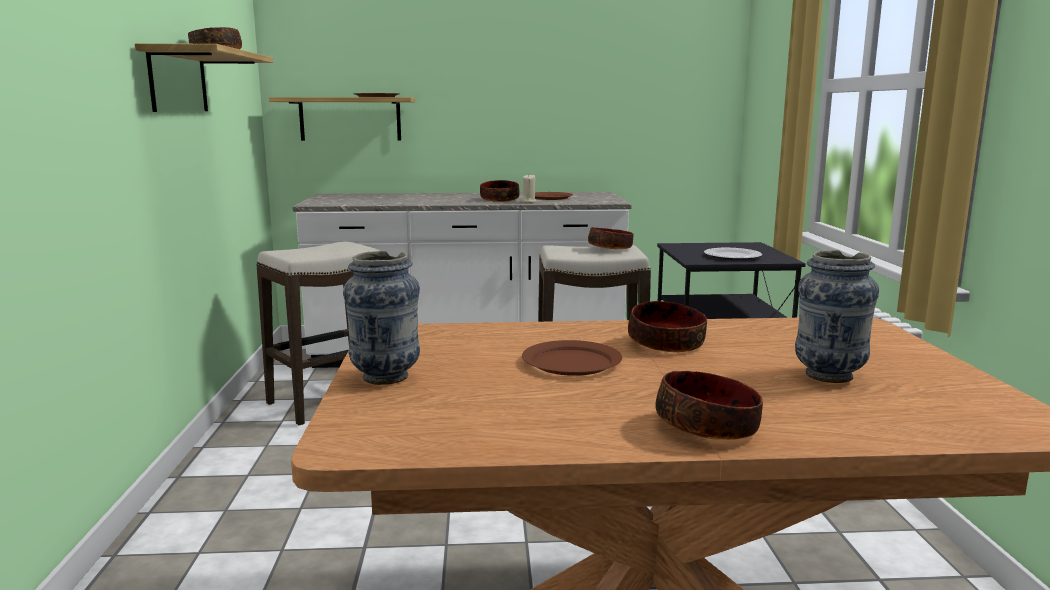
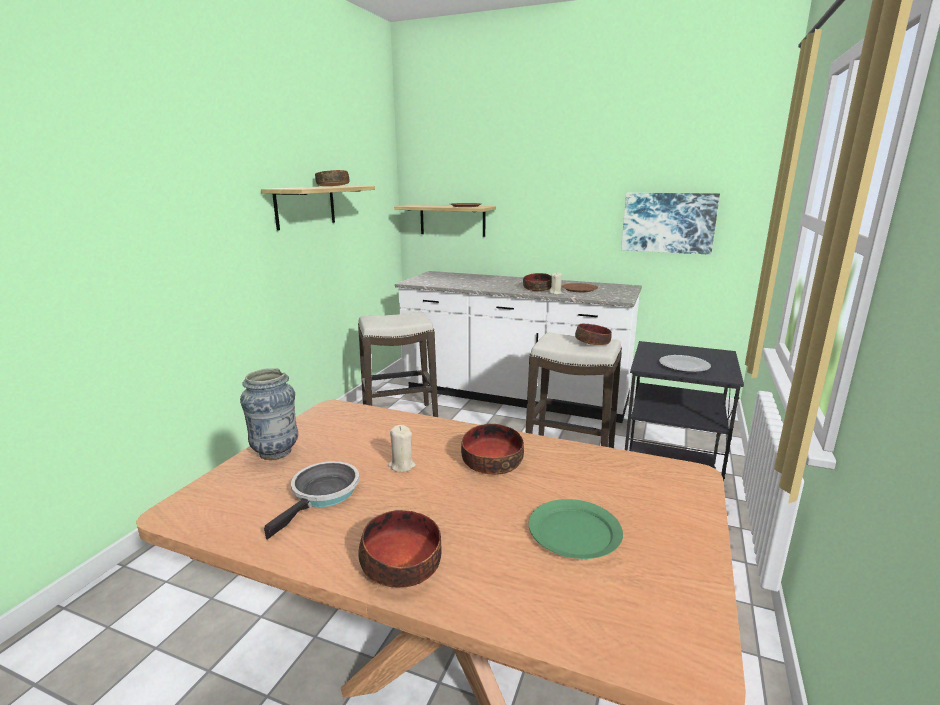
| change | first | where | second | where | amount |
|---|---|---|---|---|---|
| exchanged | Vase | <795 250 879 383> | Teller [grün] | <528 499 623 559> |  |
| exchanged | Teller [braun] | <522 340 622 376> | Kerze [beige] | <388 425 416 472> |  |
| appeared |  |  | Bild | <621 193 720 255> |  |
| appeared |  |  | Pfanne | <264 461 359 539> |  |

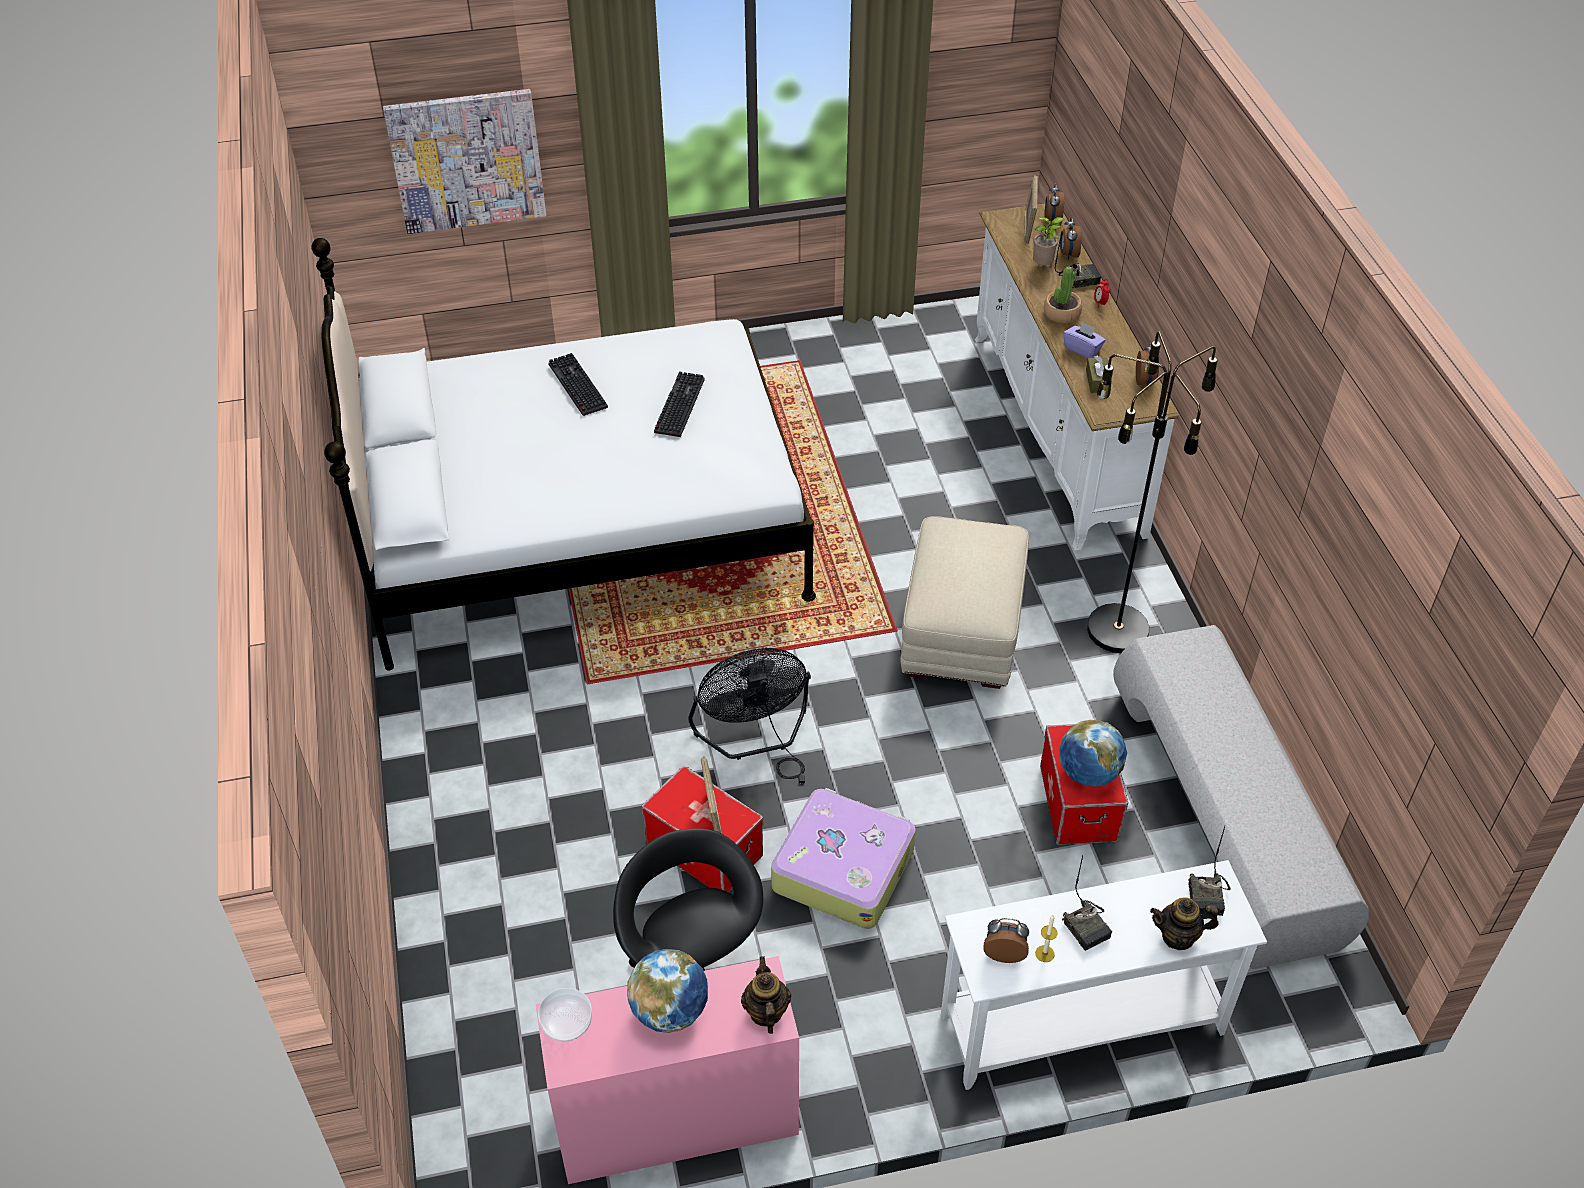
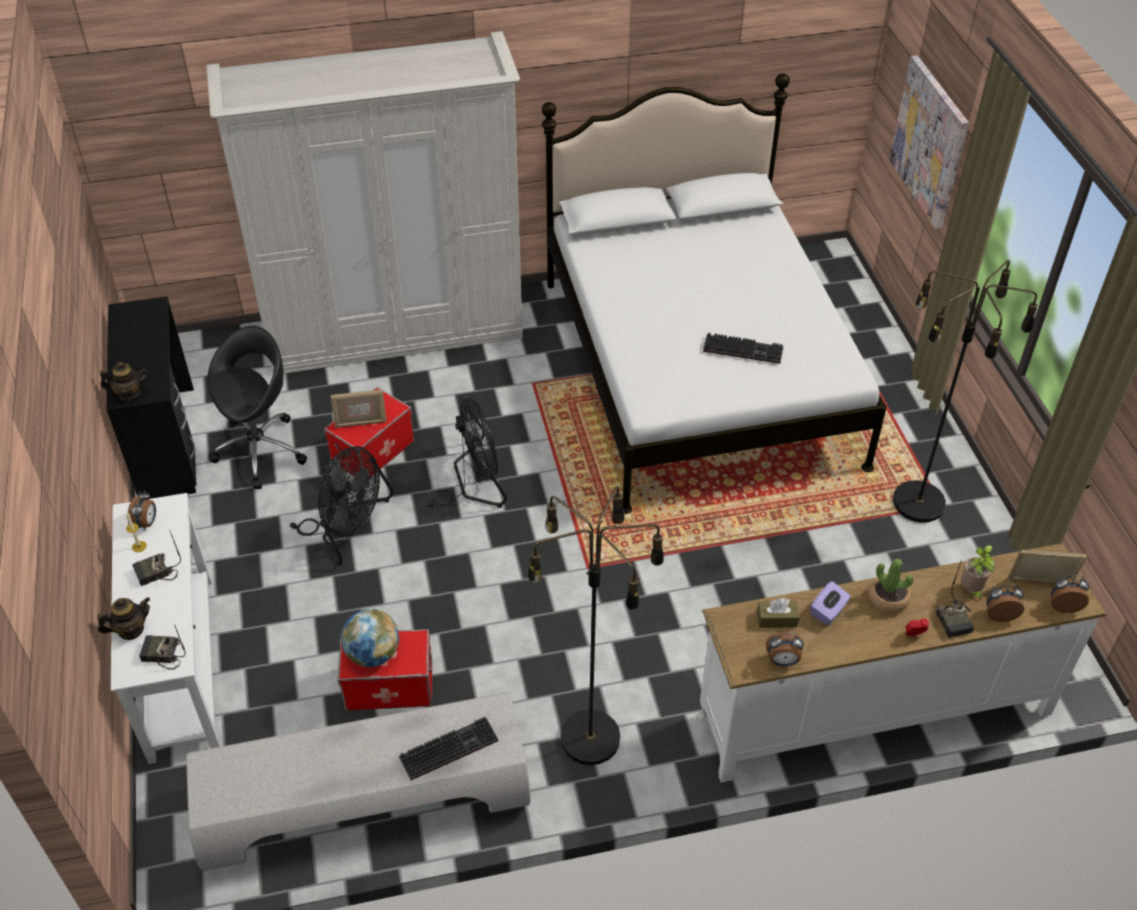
| change | first | where | second | where | amount |
|---|---|---|---|---|---|
| relocated | Tastatur | <548 353 608 416> |  | <399 717 498 780> |  |
| missing | Polsterhocker [beige] | <900 516 1029 689> |  |  |  |
| exchanged | Koffer | <771 788 916 929> | Ventilator [schwarz] | <289 446 393 566> |  |
| spun | Teekanne | <1150 897 1219 950> |  | <97 597 150 640> | 60 degrees clockwise |
| missing | Globus | <627 949 708 1033> |  |  |  |
| colour | Schreibtisch [rosa] | <536 956 799 1184> | Schreibtisch [schwarz] | <107 296 197 499> |  |
| missing | Schüssel | <538 988 592 1041> |  |  |  |
| appeared |  |  | Kleiderschrank [weiß] | <207 31 523 374> |  |
| appeared |  |  | Stehlampe | <893 260 1038 523> |  |

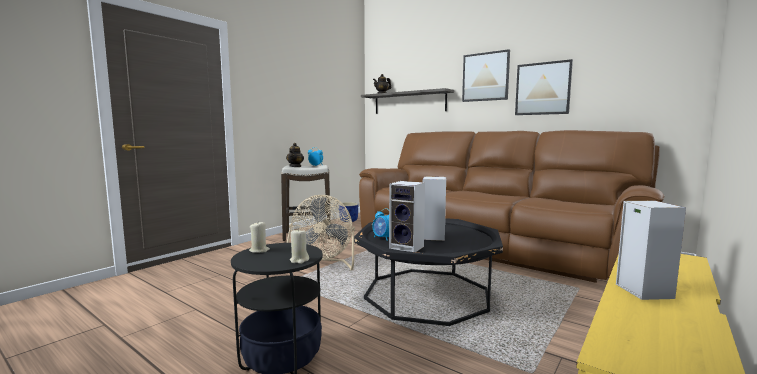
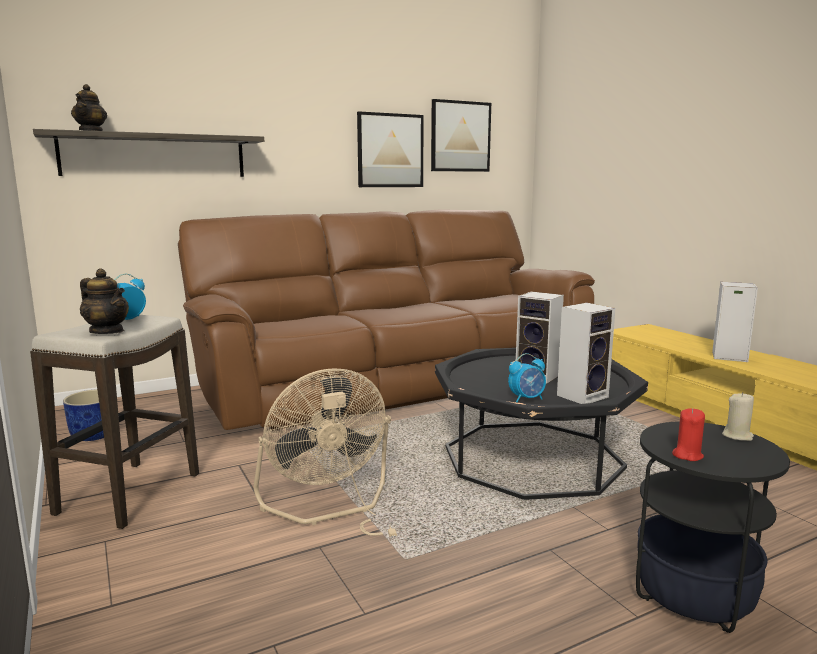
| change | first | where | second | where | amount |
|---|---|---|---|---|---|
| relocated | Bild | <462 49 510 102> |  | <431 99 491 172> |  |
| spun | Ventilator [beige] | <287 195 355 271> |  | <254 369 397 538> | 150 degrees counterclockwise |
| colour | Kerze [beige] | <249 222 270 253> | Kerze [rot] | <672 408 705 461> |  |

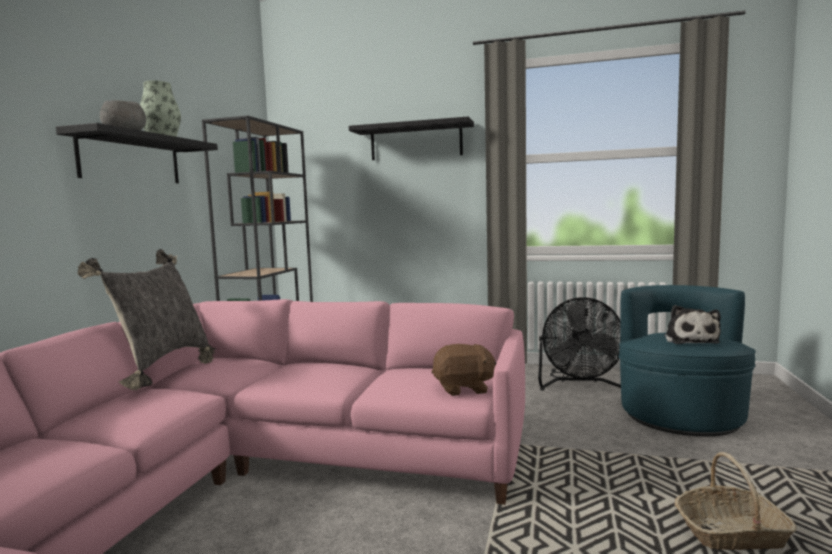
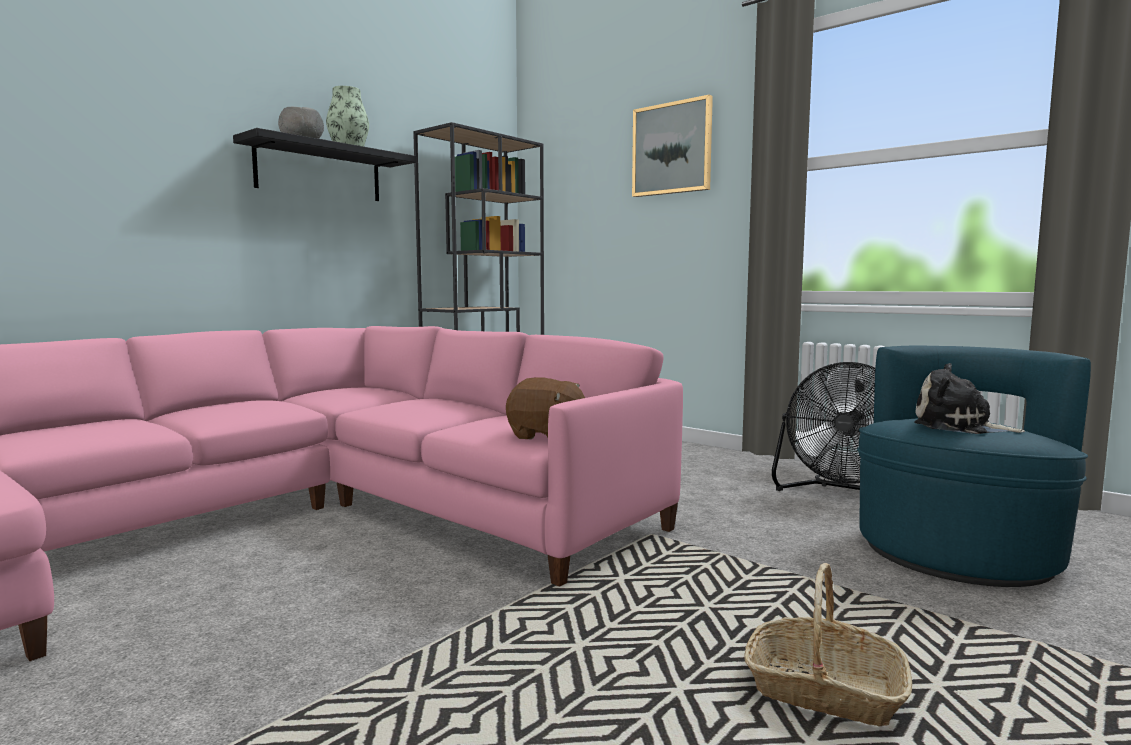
| change | first | where | second | where | amount |
|---|---|---|---|---|---|
| exchanged | Wandregal [schwarz] | <349 117 474 160> | Bild | <632 95 713 197> |  |
| missing | Kissen | <77 249 217 391> |  |  |  |
| spun | Plüschtier | <664 305 721 344> |  | <915 363 1025 434> | 90 degrees clockwise |

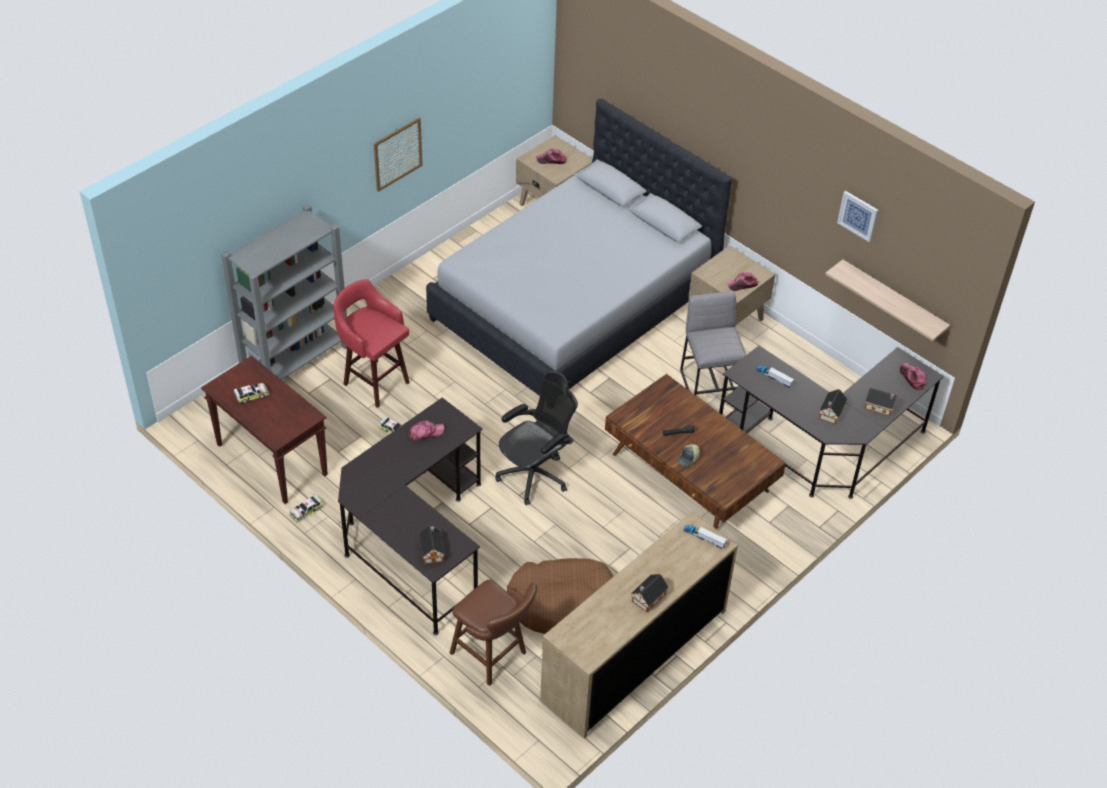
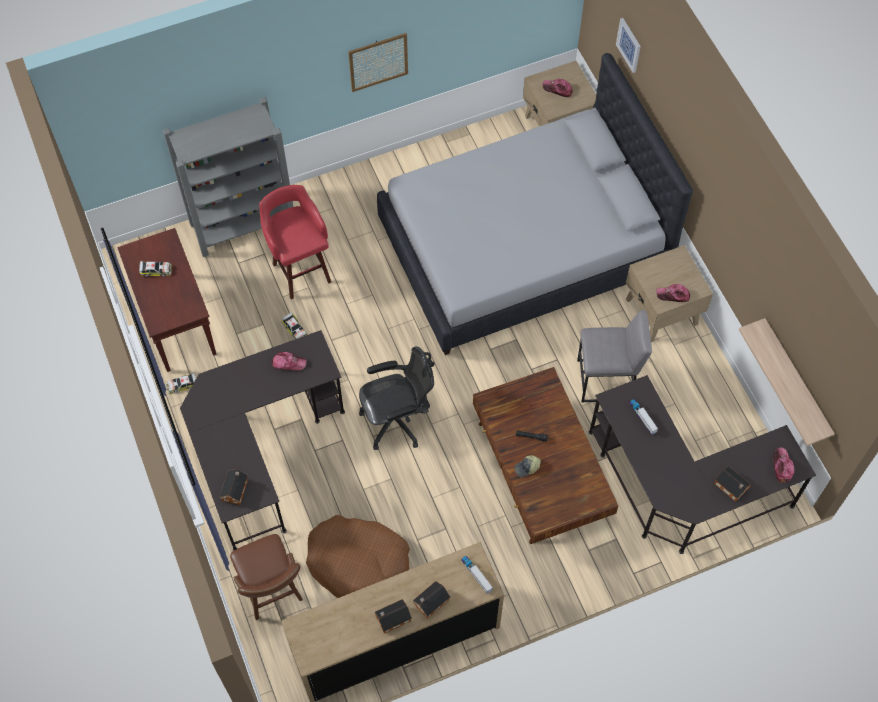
| change | first | where | second | where | amount |
|---|---|---|---|---|---|
| relocated | Bild | <837 191 878 242> |  | <616 18 641 73> |  |
| spun | Stuhl [grau] | <680 291 746 395> |  | <577 310 652 402> | 75 degrees clockwise |
| relocated | Spielzeughaus | <819 389 847 425> |  | <413 581 450 619> |  |

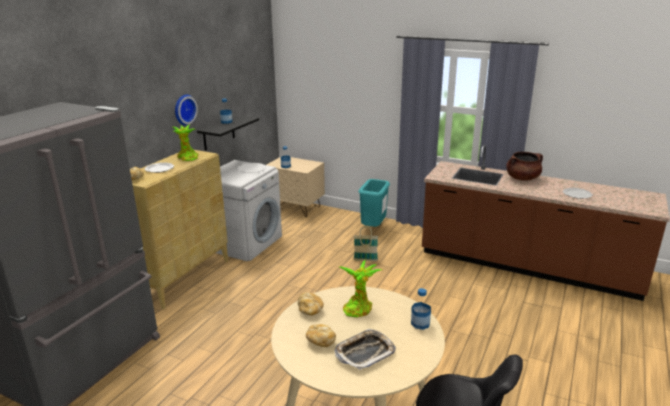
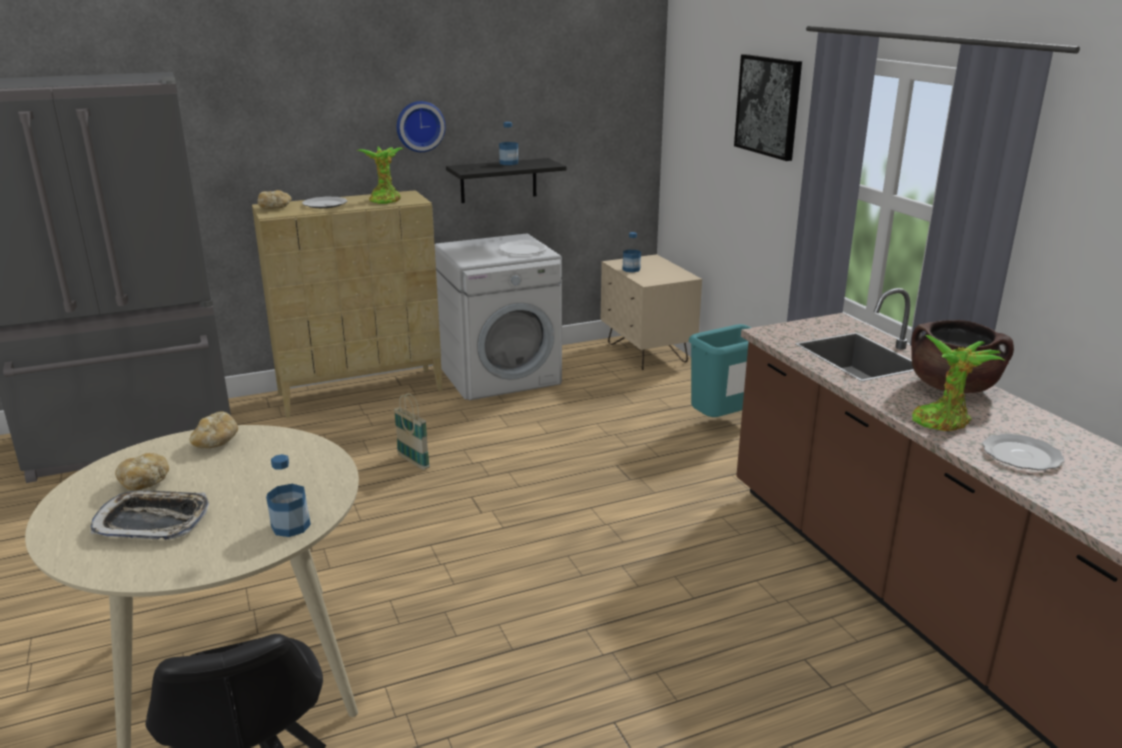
| change | first | where | second | where | amount |
|---|---|---|---|---|---|
| relocated | Korb | <354 226 378 261> |  | <394 393 430 470> |  |
| relocated | Topfpflanze | <340 260 382 317> |  | <912 335 1005 431> |  |
| appeared |  |  | Bild | <734 54 802 161> |  |

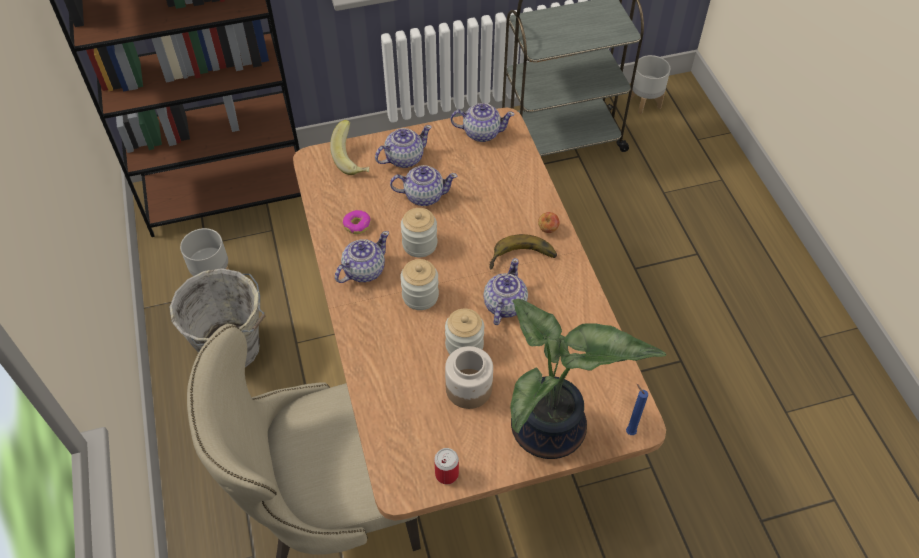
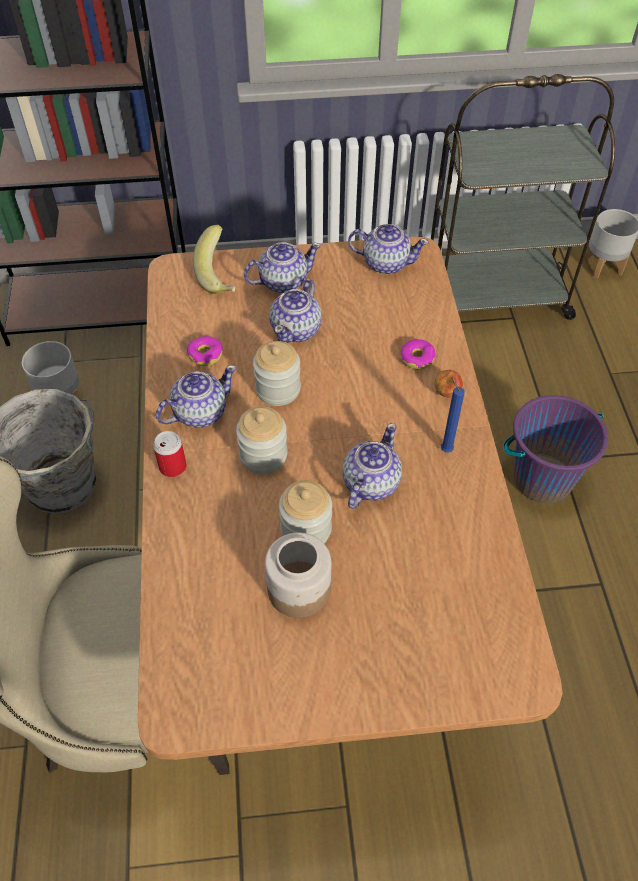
| change | first | where | second | where | amount |
|---|---|---|---|---|---|
| spun | Teekanne | <390 165 457 206> |  | <270 279 321 343> | 105 degrees clockwise |
| missing | Banane | <489 234 557 270> |  |  |  |
| missing | Topfpflanze | <510 299 666 459> |  |  |  |
| relocated | Kerze [blau] | <626 384 648 435> |  | <441 377 465 453> |  |
| relocated | Dose | <434 448 459 484> |  | <153 431 187 477> |  |
| appeared |  |  | Donut | <400 339 435 369> |  |
| appeared |  |  | Eimer [lila] | <503 395 608 503> |  |

